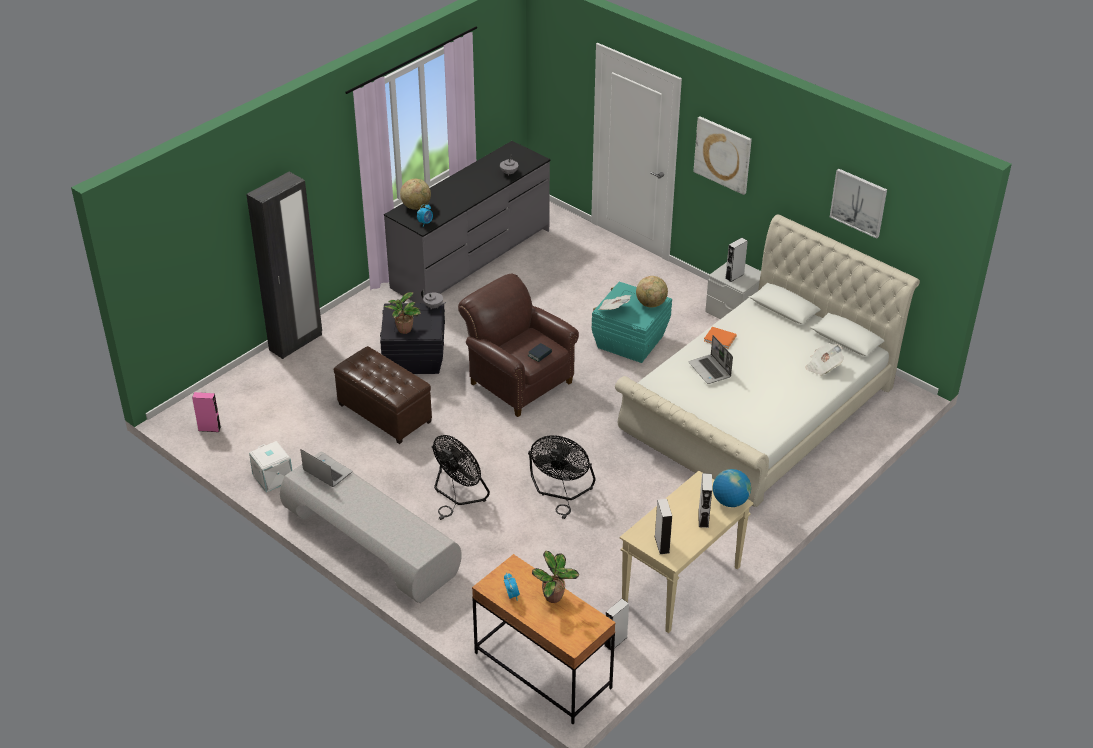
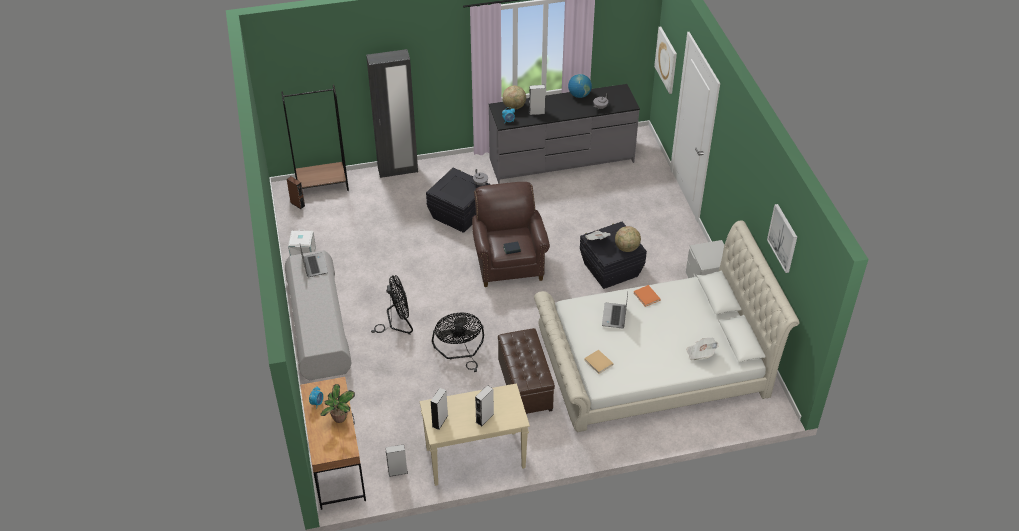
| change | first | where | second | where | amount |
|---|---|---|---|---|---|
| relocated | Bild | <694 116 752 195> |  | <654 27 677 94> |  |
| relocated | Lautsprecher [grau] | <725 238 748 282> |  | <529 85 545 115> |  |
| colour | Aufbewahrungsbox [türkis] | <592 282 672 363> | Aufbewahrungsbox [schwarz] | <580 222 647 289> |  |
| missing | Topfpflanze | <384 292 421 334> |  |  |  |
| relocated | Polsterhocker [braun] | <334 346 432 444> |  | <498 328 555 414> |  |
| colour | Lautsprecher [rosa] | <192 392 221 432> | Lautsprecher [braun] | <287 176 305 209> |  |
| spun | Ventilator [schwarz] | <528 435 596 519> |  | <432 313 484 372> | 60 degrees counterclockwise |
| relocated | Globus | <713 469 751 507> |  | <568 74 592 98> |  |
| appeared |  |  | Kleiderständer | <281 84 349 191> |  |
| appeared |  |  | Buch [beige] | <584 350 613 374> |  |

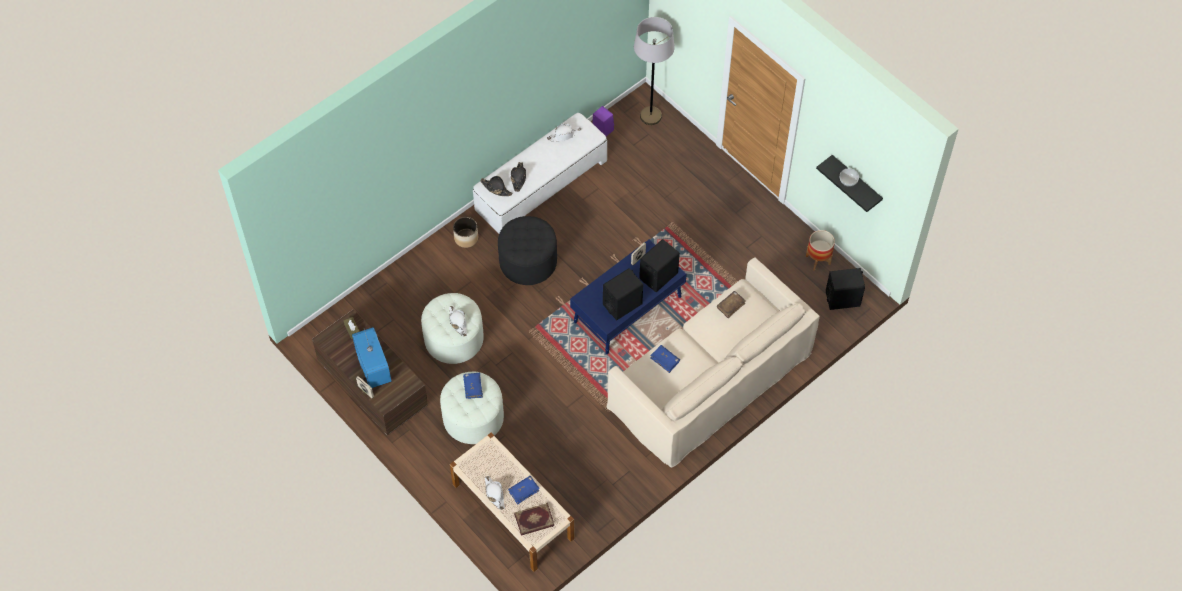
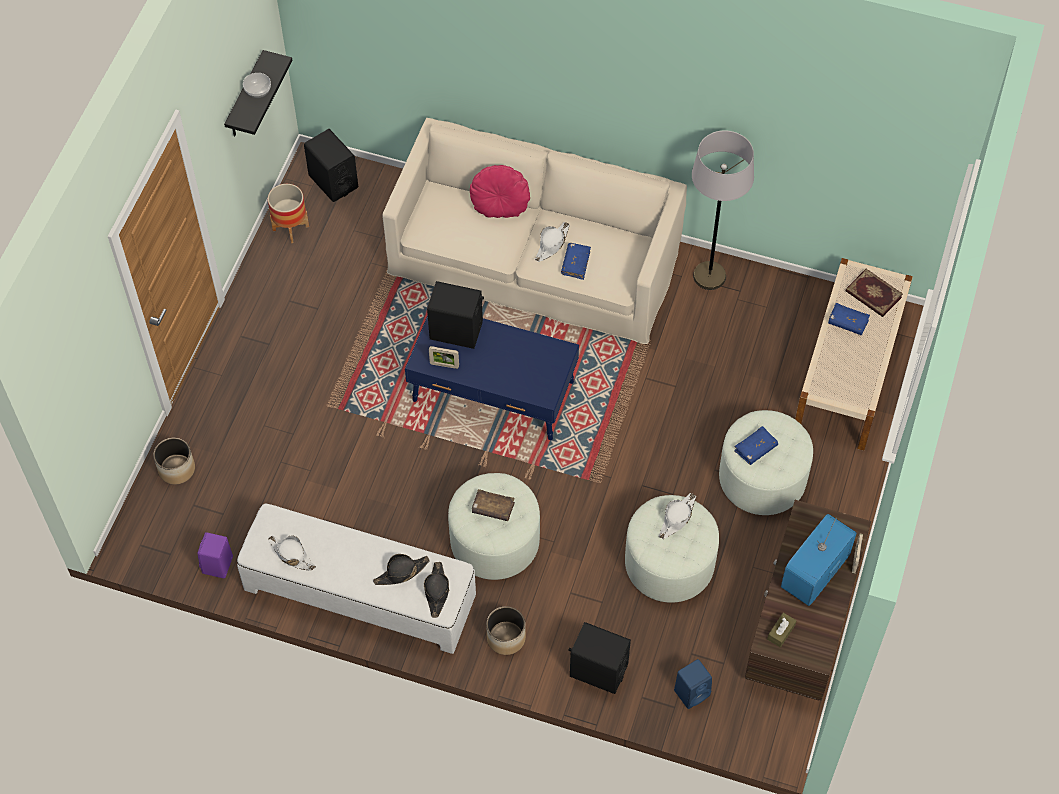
| change | first | where | second | where | amount |
|---|---|---|---|---|---|
| relocated | Stehlampe [grau] | <634 17 675 125> |  | <692 130 754 290> |  |
| colour | Polsterhocker [schwarz] | <498 216 557 285> | Polsterhocker [weiß] | <448 473 540 580> |  |
| relocated | Lautsprecher [schwarz] | <603 268 643 320> |  | <569 622 631 694> |  |
| relocated | Buch [braun] | <717 291 746 318> |  | <472 489 515 521> |  |
| relocated | Hut [weiß] | <485 476 505 510> |  | <535 222 570 262> |  |
| appeared |  |  | Kissen [rosa] | <470 165 530 218> |  |
| appeared |  |  | Pflanzkübel | <153 438 195 485> |  |
| appeared |  |  | Lautsprecher [blau] | <674 659 712 709> |  |

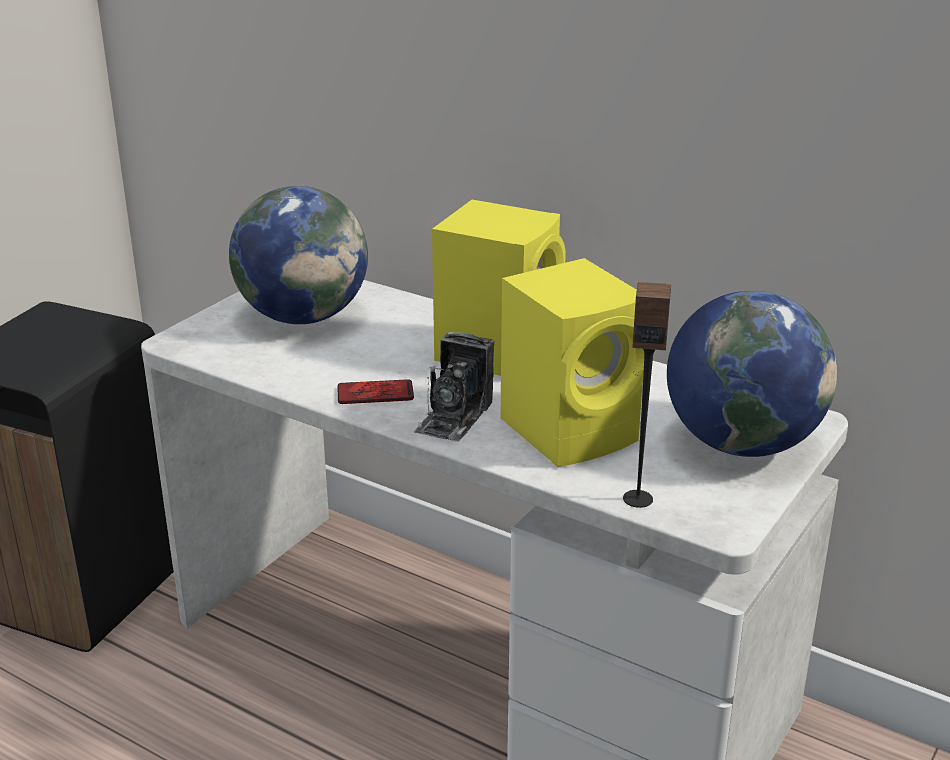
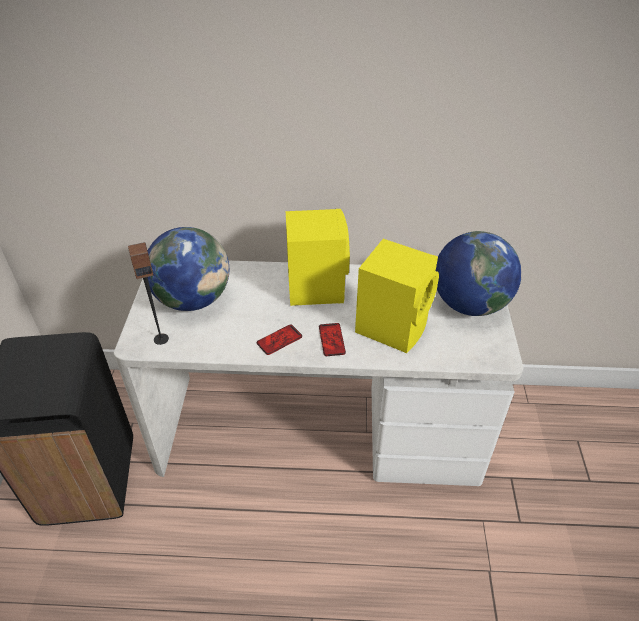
| change | first | where | second | where | amount |
|---|---|---|---|---|---|
| relocated | Lautsprecher | <623 282 671 508> |  | <128 242 169 345> |  |
| exchanged | Kamera | <414 332 494 442> | Handy | <319 323 346 356> |  |

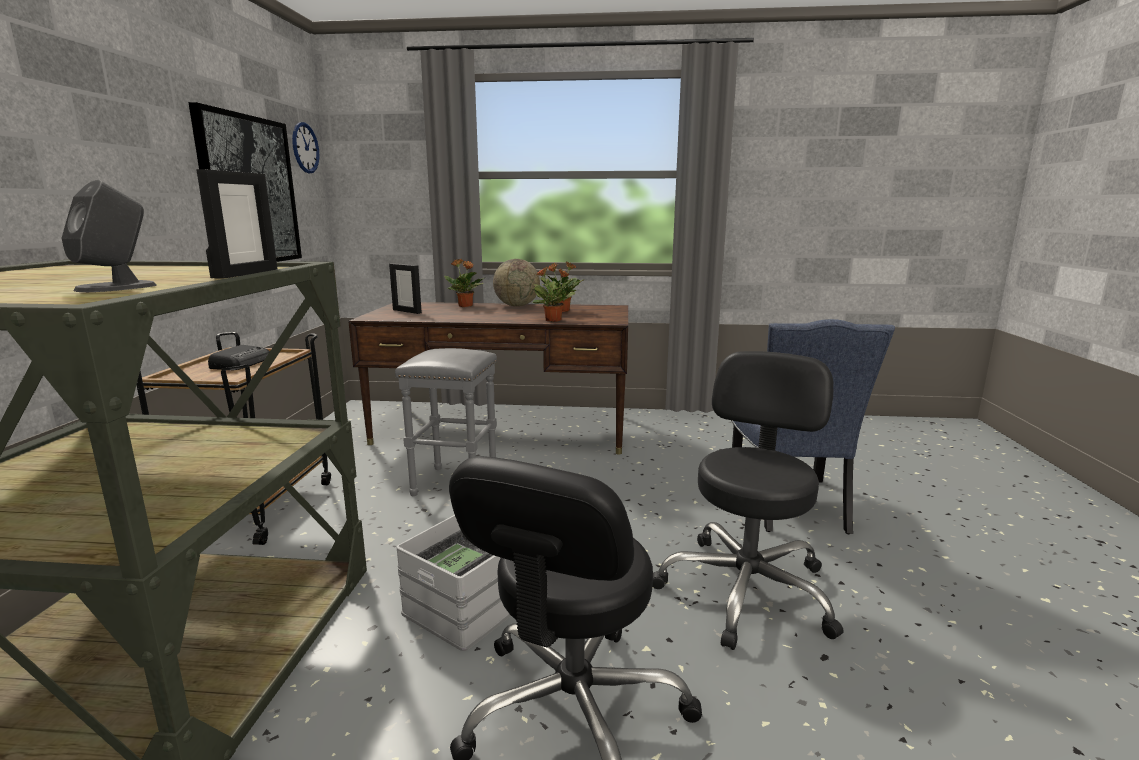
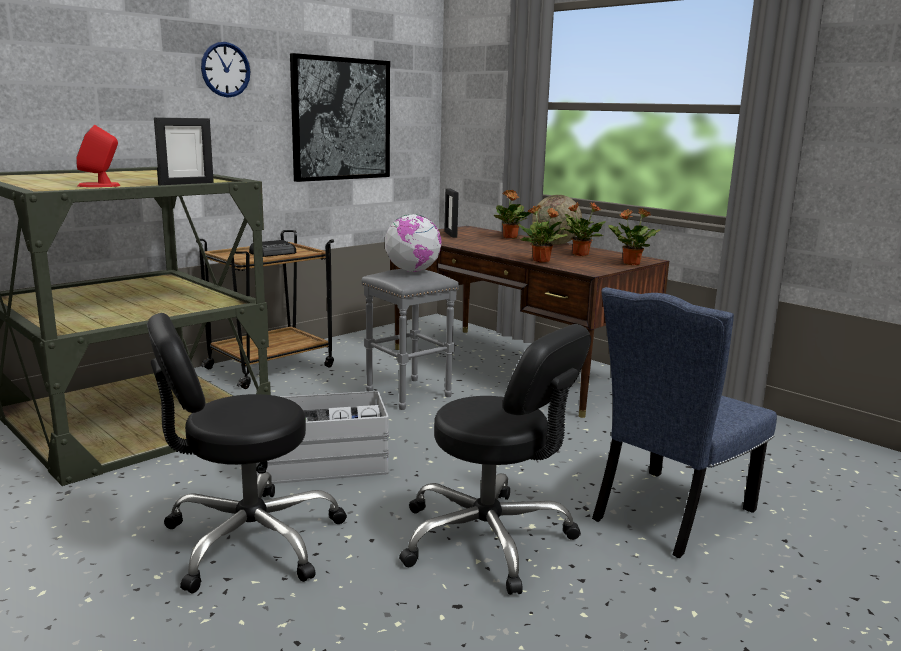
| change | first | where | second | where | amount |
|---|---|---|---|---|---|
| relocated | Wanduhr | <292 122 319 173> |  | <201 42 250 97> |  |
| colour | Lautsprecher [grau] | <62 180 157 292> | Lautsprecher [rot] | <76 125 120 187> |  |
| spun | Bürostuhl [schwarz] | <652 351 843 650> |  | <399 324 591 595> | 60 degrees clockwise |
| appeared |  |  | Topfpflanze | <608 208 661 265> |  |
| appeared |  |  | Globus | <385 214 442 272> |  |

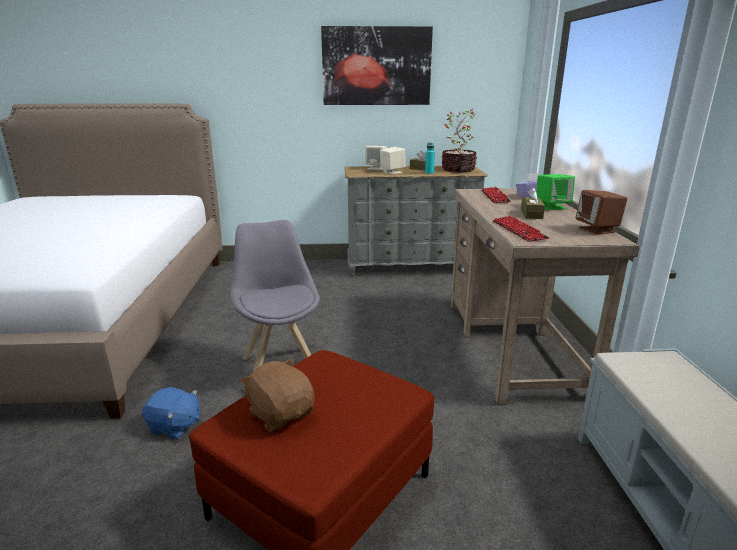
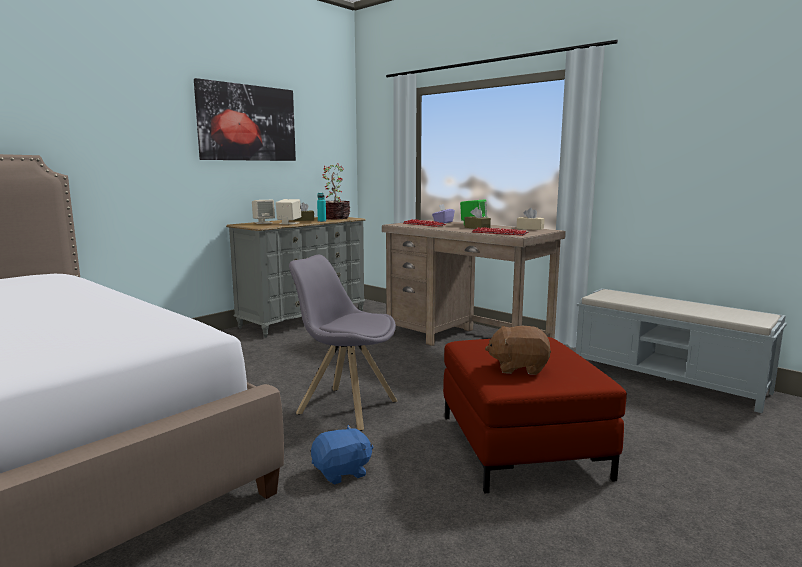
| change | first | where | second | where | amount |
|---|---|---|---|---|---|
| exchanged | Lautsprecher [braun] | <576 190 628 235> | Taschentuchbox [beige] | <517 208 545 230> |  |

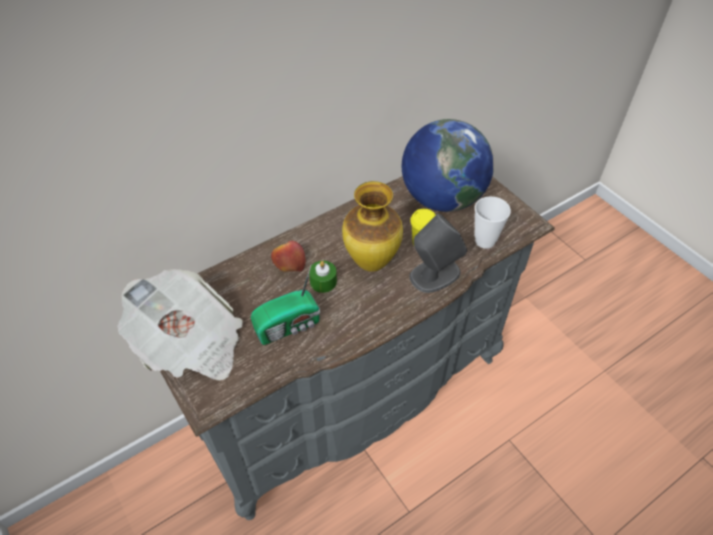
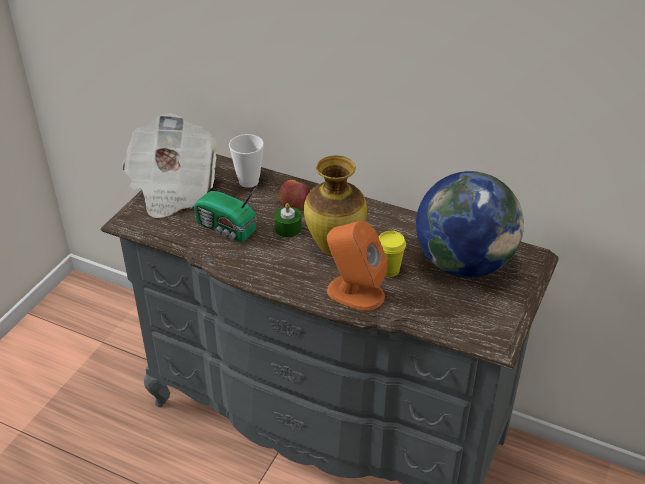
| change | first | where | second | where | amount |
|---|---|---|---|---|---|
| relocated | Tasse | <475 196 511 249> |  | <229 134 264 188> |  |
| colour | Lautsprecher [grau] | <409 213 467 293> | Lautsprecher [orange] | <327 221 387 311> |  |

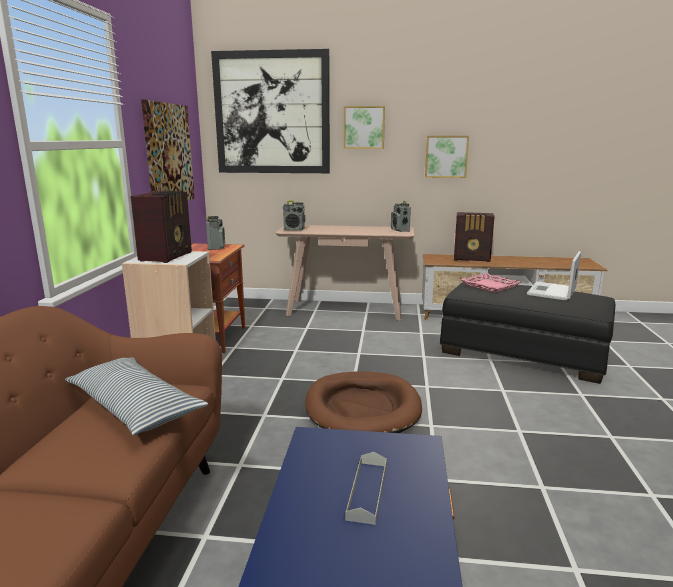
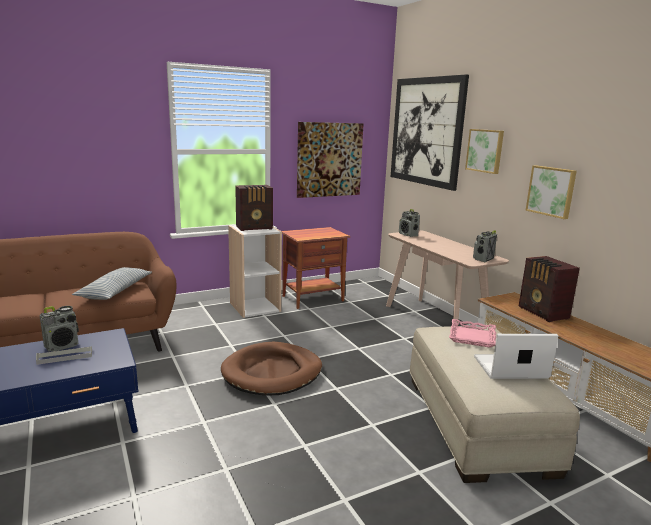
| change | first | where | second | where | amount |
|---|---|---|---|---|---|
| relocated | Radio | <206 216 225 250> |  | <39 306 79 352> |  |
| colour | Polsterhocker [schwarz] | <440 280 616 384> | Polsterhocker [beige] | <410 327 580 483> |  |

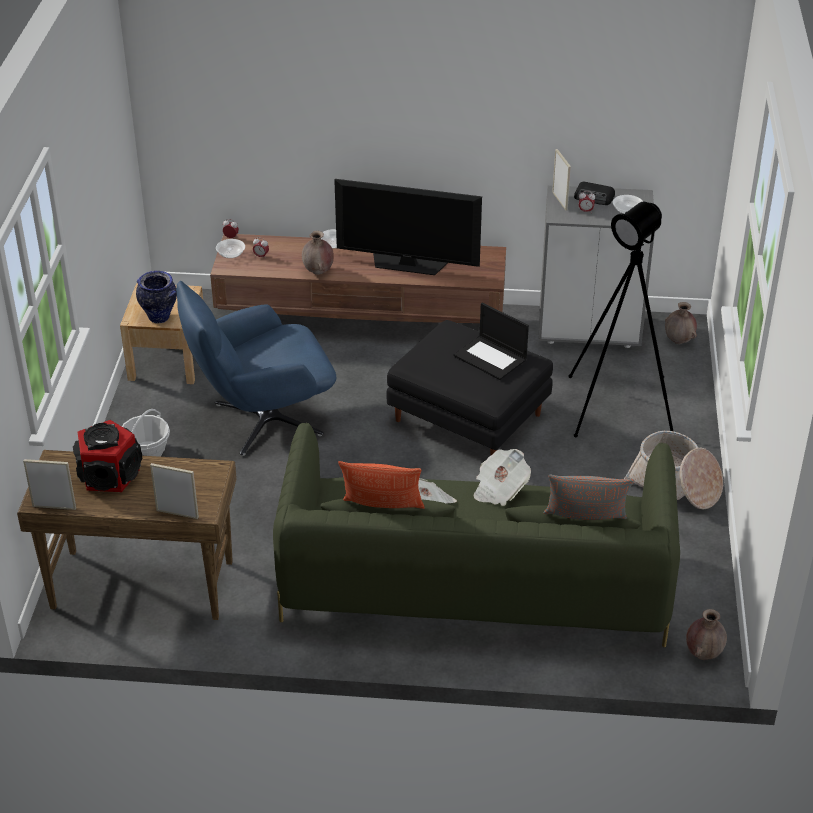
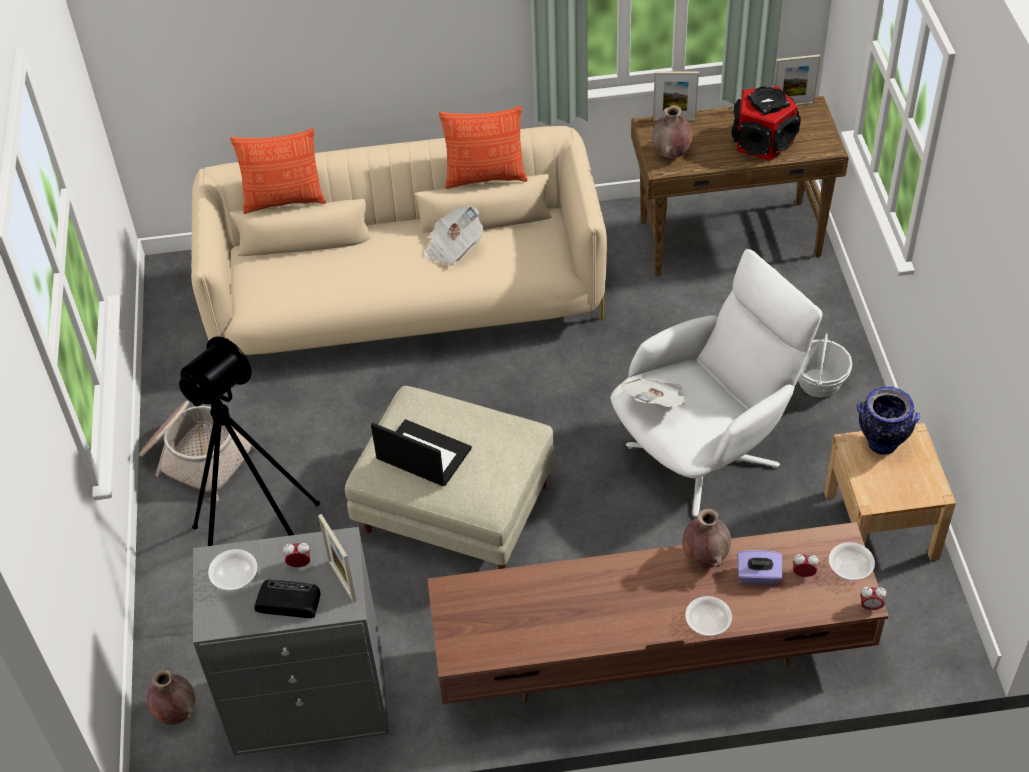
| change | first | where | second | where | amount |
|---|---|---|---|---|---|
| missing | Fernseher | <334 179 482 275> |  |  |  |
| colour | Sessel [blau] | <176 281 336 456> | Sessel [weiß] | <611 249 822 517> |  |
| colour | Polsterhocker [schwarz] | <386 320 553 456> | Polsterhocker [beige] | <345 386 555 569> |  |
| colour | Sofa [grün] | <273 422 680 647> | Sofa [beige] | <191 126 607 355> |  |
| relocated | Zeitung | <473 449 531 506> |  | <621 377 685 407> |  |
| colour | Kissen [grau] | <544 475 634 520> | Kissen [orange] | <230 128 326 214> |  |
| relocated | Vase [braun] | <686 609 727 660> |  | <652 105 693 158> |  |
| appeared |  |  | Taschentuchbox [lila] | <737 550 782 585> |  |

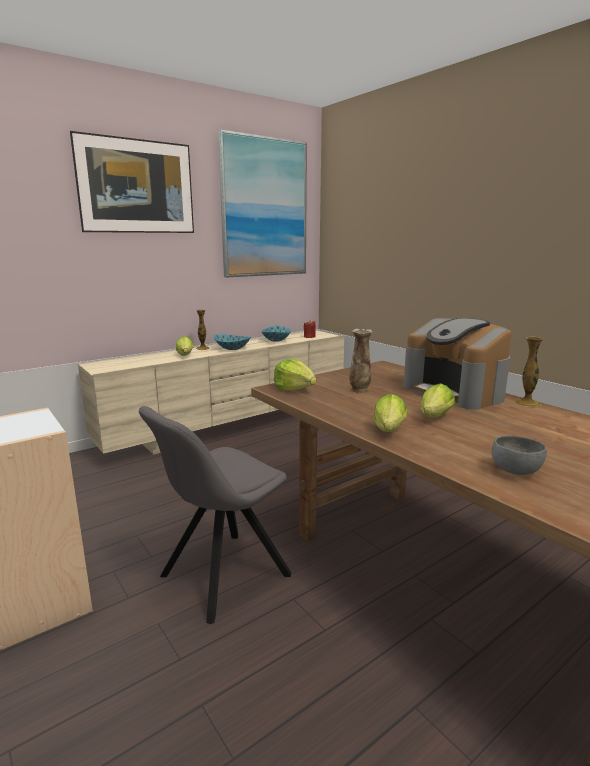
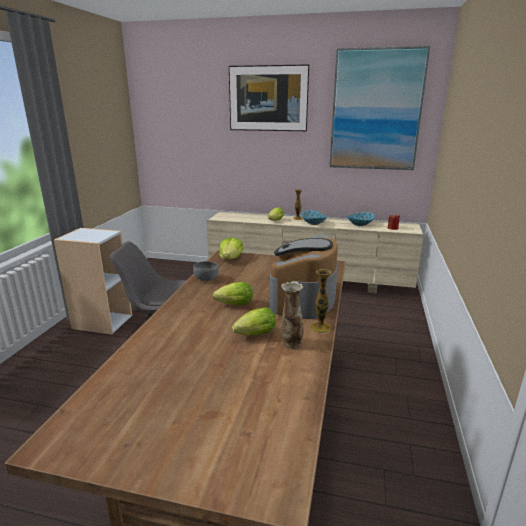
| change | first | where | second | where | amount |
|---|---|---|---|---|---|
| relocated | Vase | <350 329 372 393> |  | <281 281 303 349> |  |
| relocated | Salatkopf | <373 394 408 432> |  | <232 307 276 335> |  |
| relocated | Schüssel [grau] | <492 435 547 475> |  | <193 261 219 281> |  |

